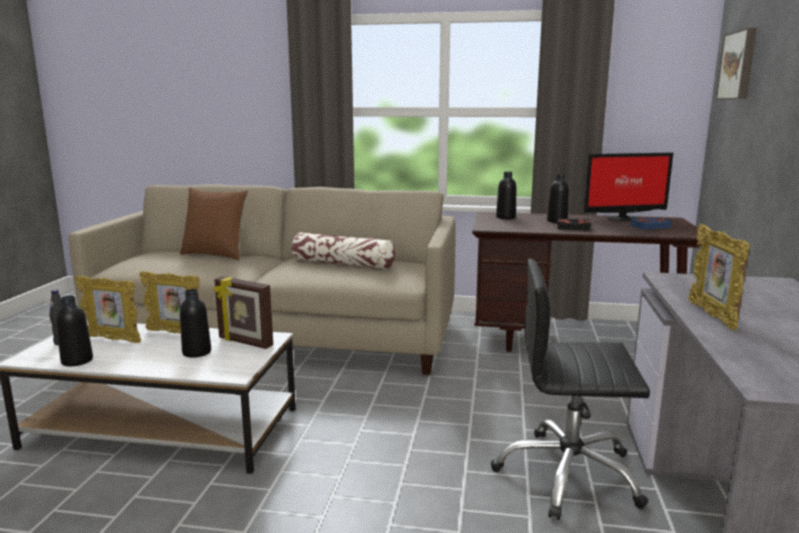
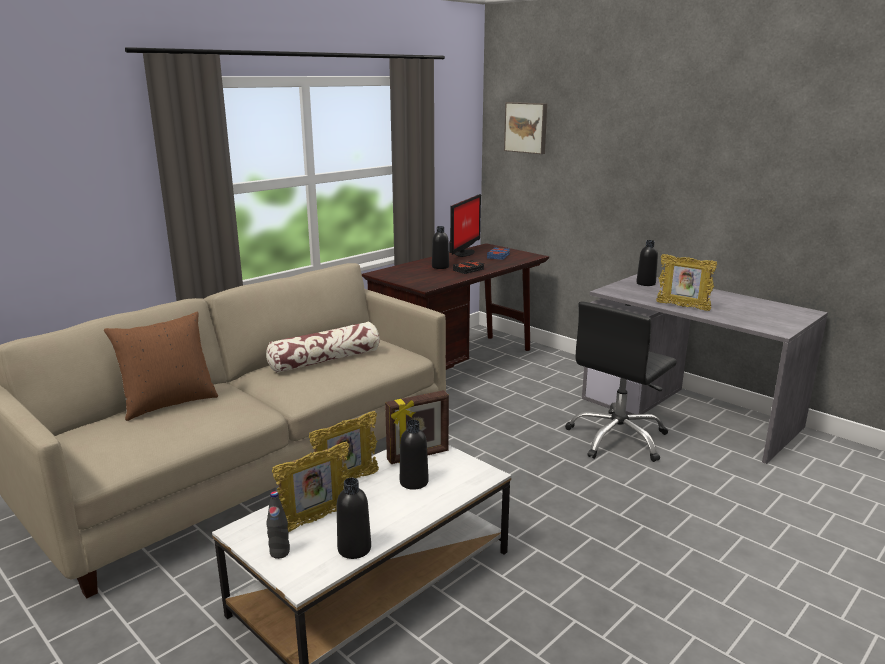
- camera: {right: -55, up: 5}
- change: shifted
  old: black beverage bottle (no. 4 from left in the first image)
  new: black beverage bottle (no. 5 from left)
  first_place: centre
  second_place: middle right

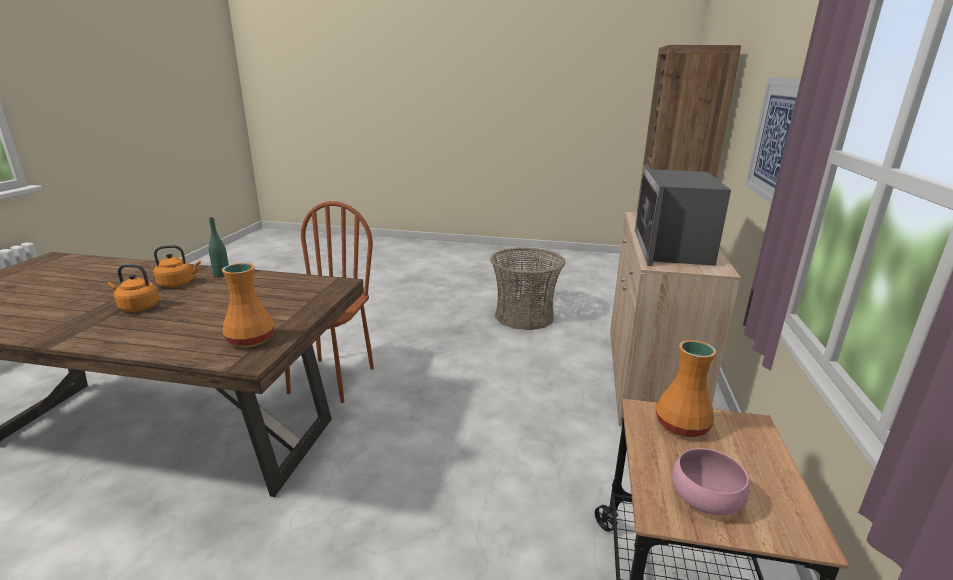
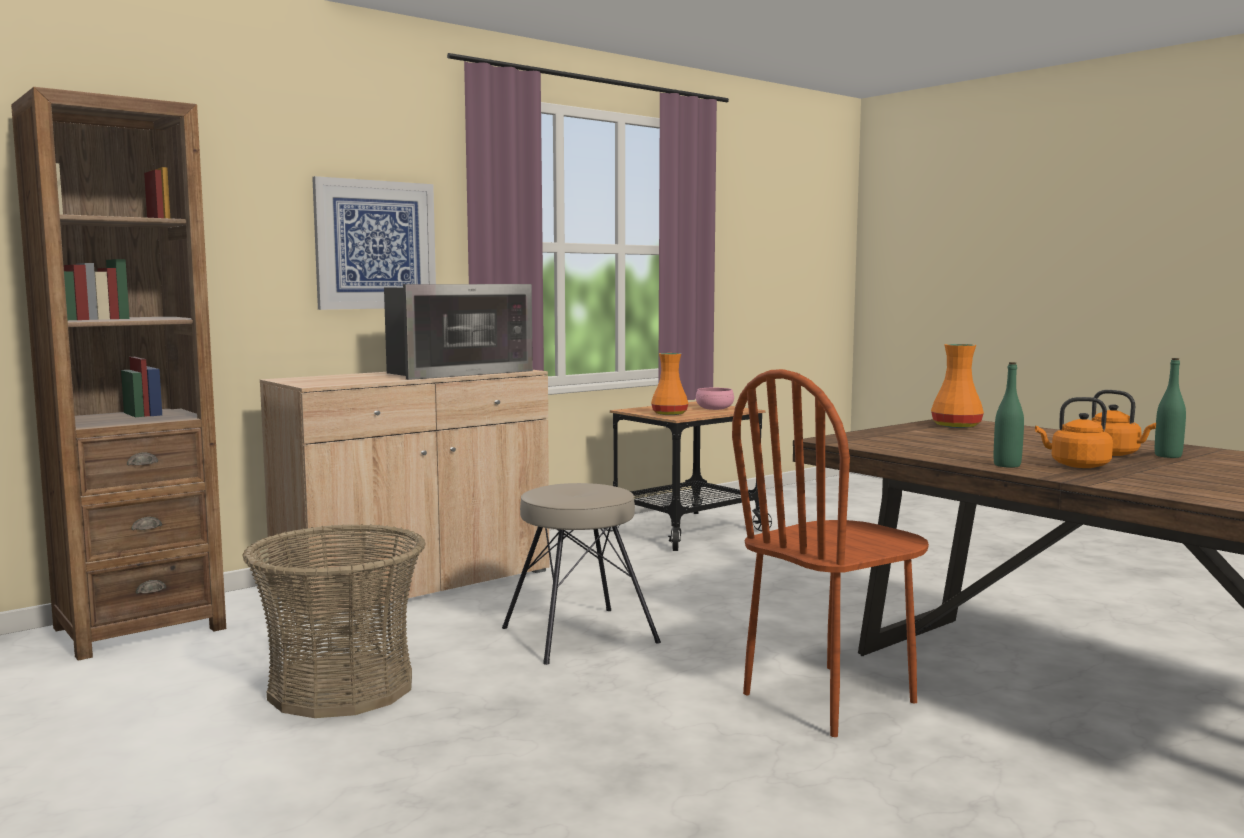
- camera: {right: -140, up: -15}
- change: new
  new: green-coloured beverage bottle (no. 2 from left)
  second_place: middle right
- change: new
  new: beige sitting stool
  second_place: bottom centre

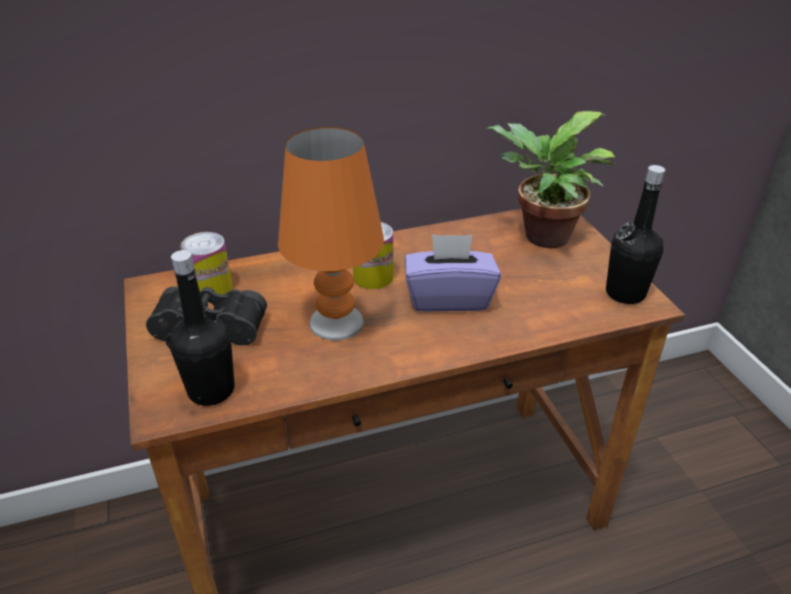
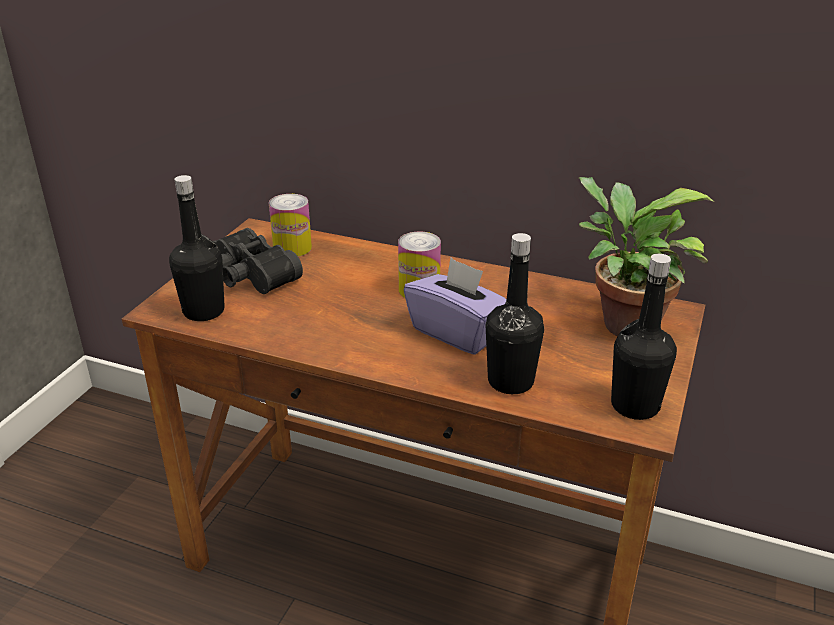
- camera: {right: 40, up: -5}
- change: gone
  old: orangey lamp for a table
  first_place: centre
- change: new
  new: black beverage bottle (no. 2 from left)
  second_place: centre

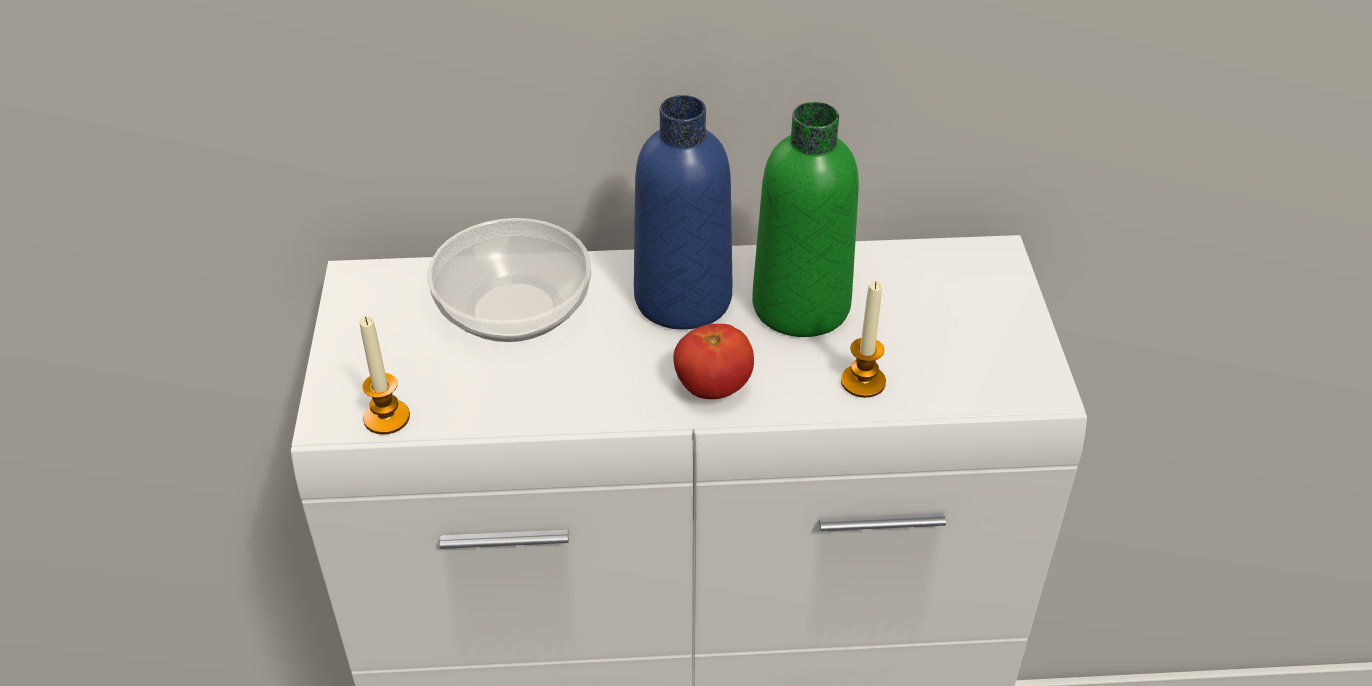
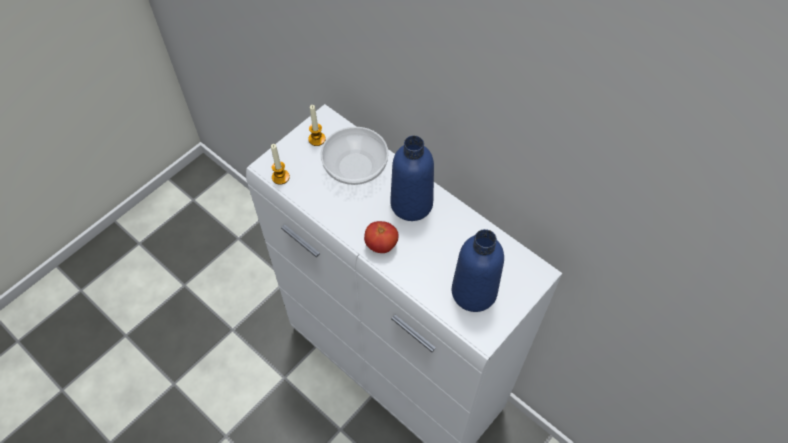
- camera: {right: 45, up: 15}
- change: gone
  old: green-coloured beverage bottle
  first_place: top centre
- change: shifted
  old: wax light (no. 2 from left)
  first_place: centre
  second_place: top centre
- change: new
  new: blue-coloured beverage bottle (no. 2 from left)
  second_place: centre

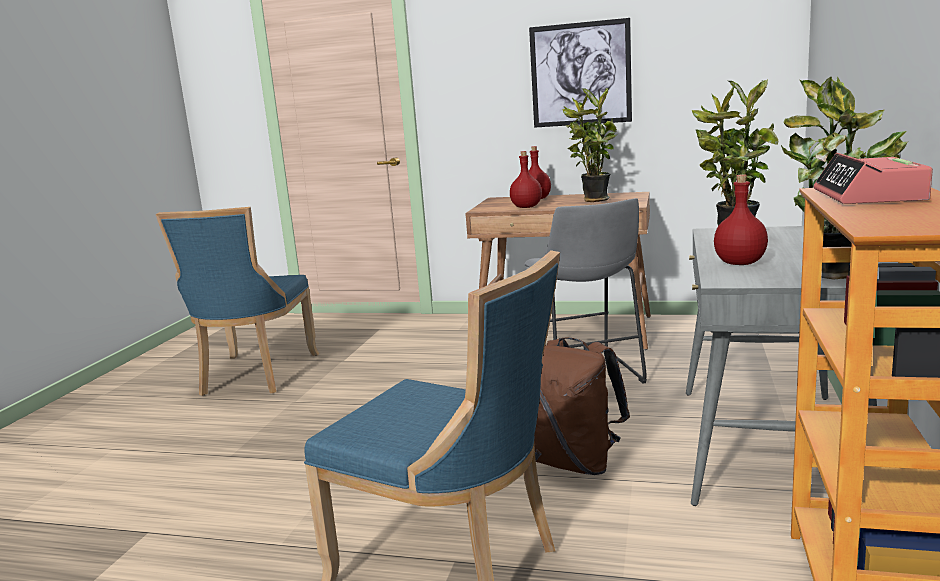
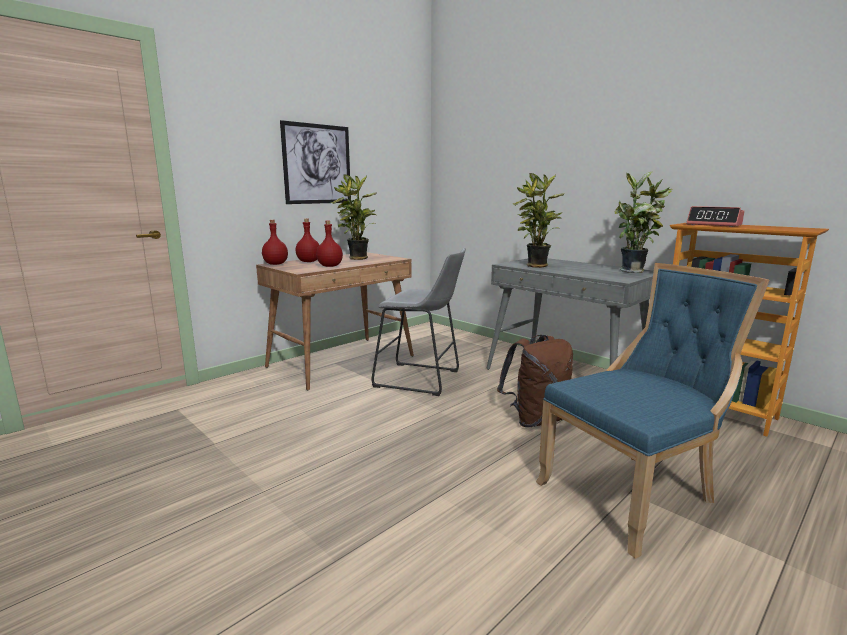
- camera: {right: -60, up: 0}
- change: shifted
  old: red-coloured beverage bottle (no. 3 from left in the first image)
  new: red-coloured beverage bottle (no. 1 from left)
  first_place: middle right
  second_place: middle left
- change: gone
  old: blue-coloured chair (no. 1 from left)
  first_place: middle left

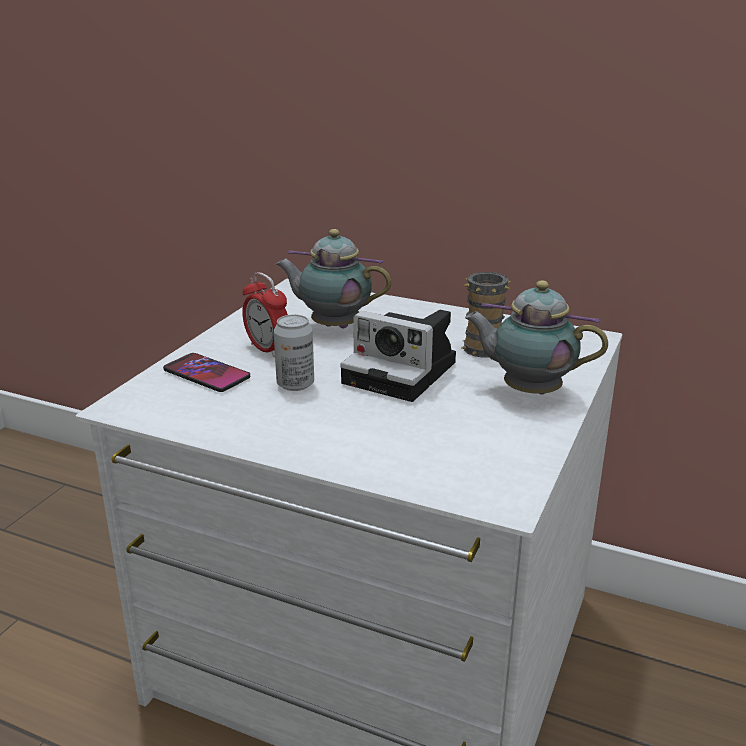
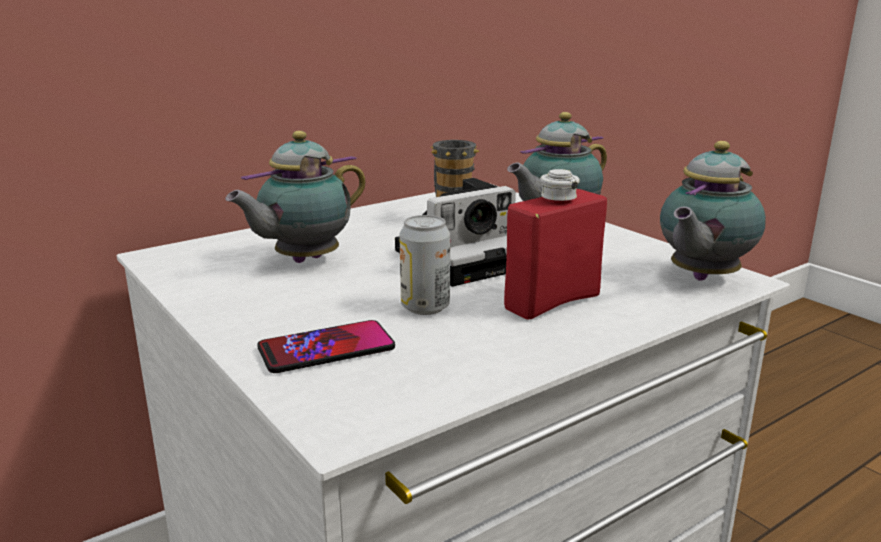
- camera: {right: -60, up: -5}
- change: gone
  old: bedside clock
  first_place: centre
- change: new
  new: pot for tea (no. 3 from left)
  second_place: middle right
- change: new
  new: red-coloured beverage bottle
  second_place: centre

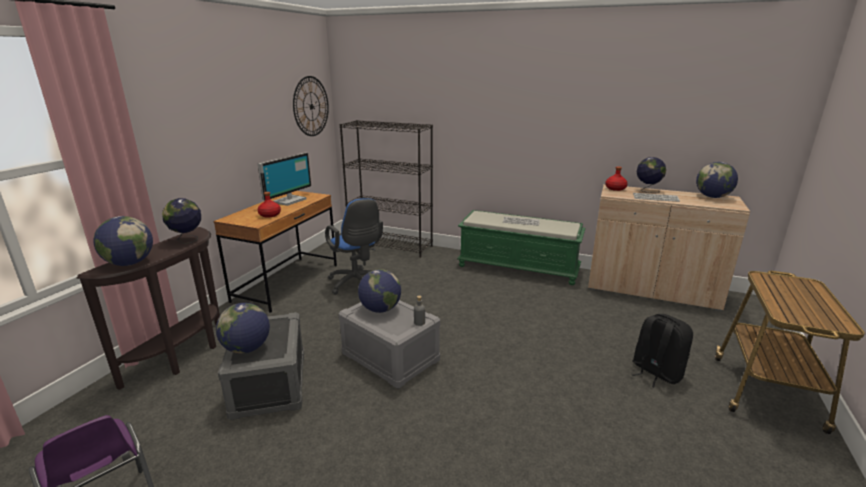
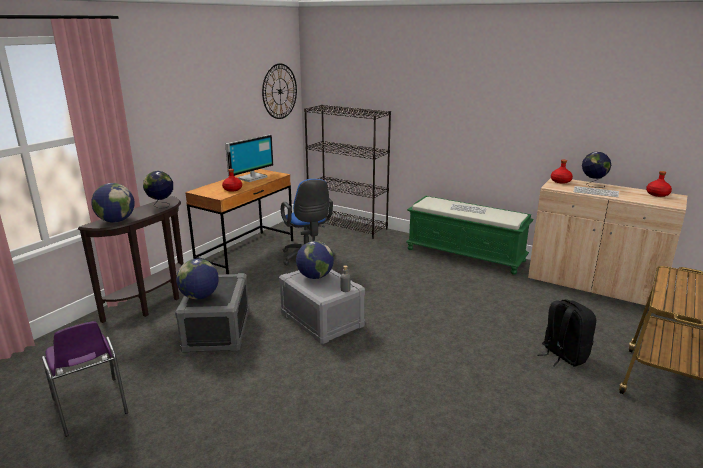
- camera: {right: 10, up: 0}
- change: swapped
  old: world globe (no. 6 from left)
  new: red-coloured beverage bottle (no. 3 from left)
  first_place: middle right
  second_place: middle right

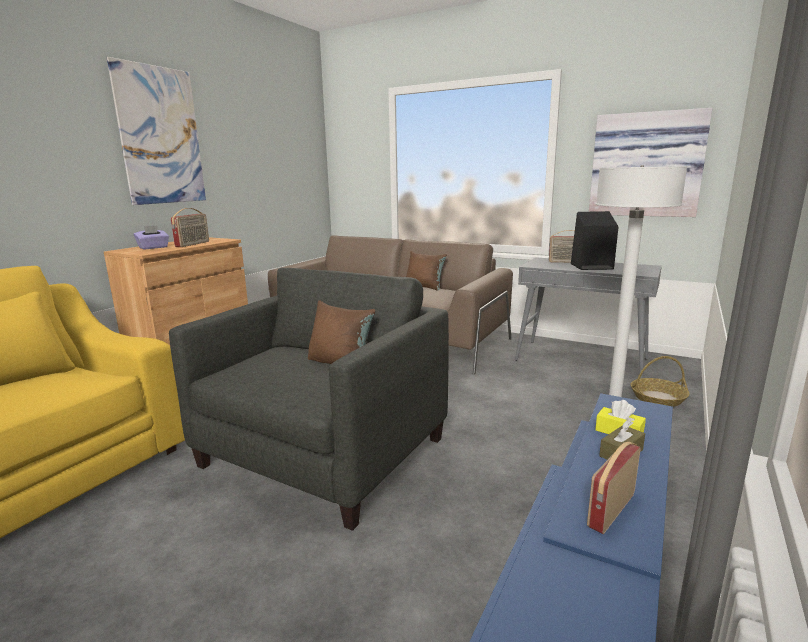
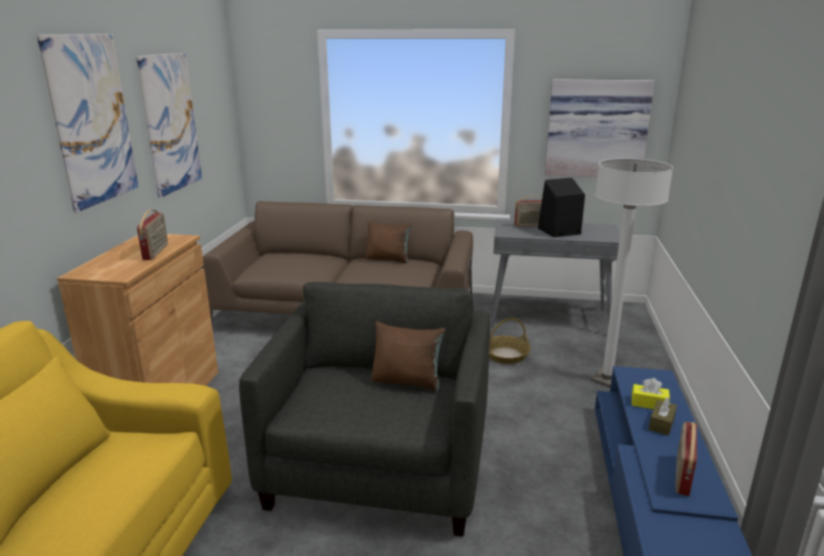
- camera: {right: -20, up: 5}
- change: gone
  old: purple-coloured box of tissues
  first_place: middle left
- change: shifted
  old: storage basket
  first_place: middle right
  second_place: centre
- change: new
  new: wall picture (no. 2 from left)
  second_place: top left

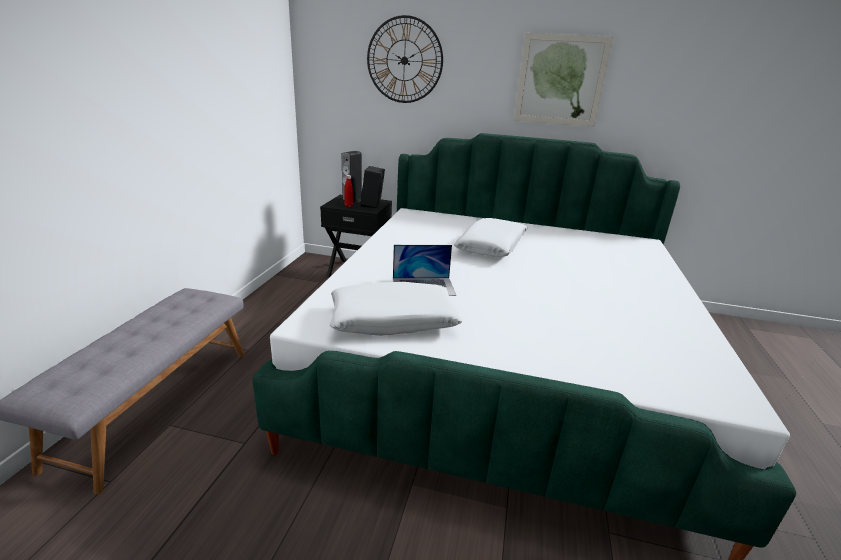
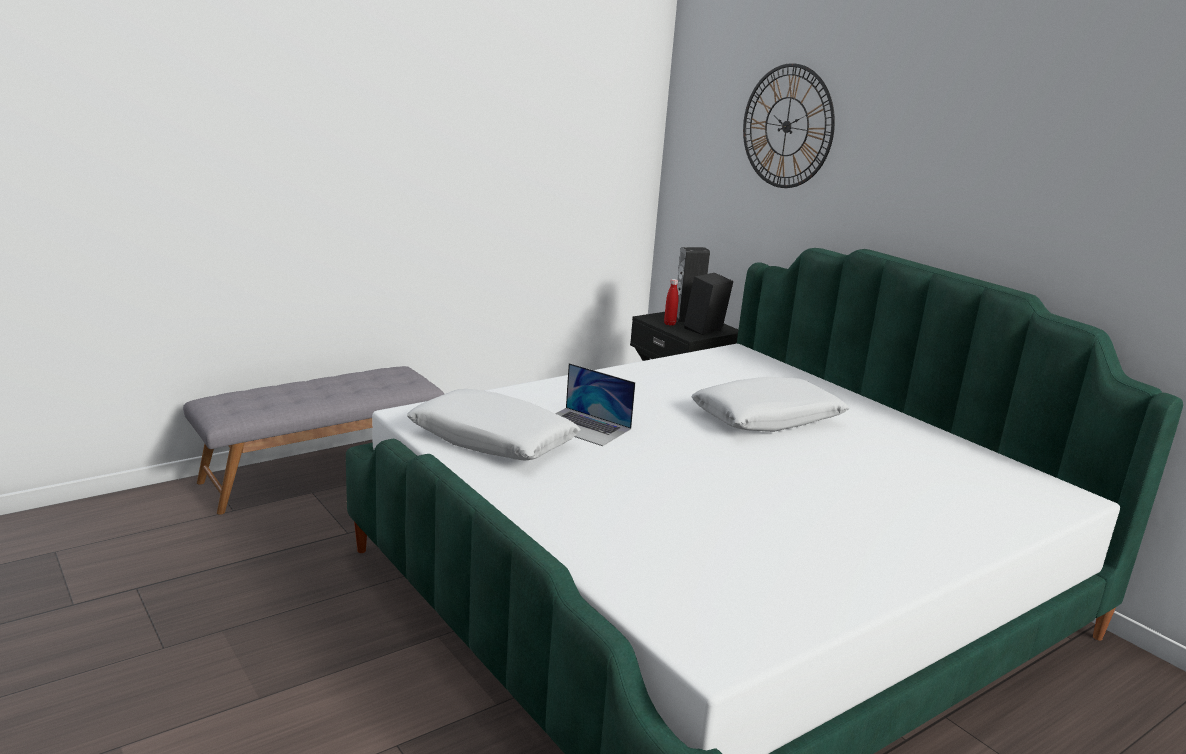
- camera: {right: 40, up: -5}
- change: gone
  old: wall picture
  first_place: top right

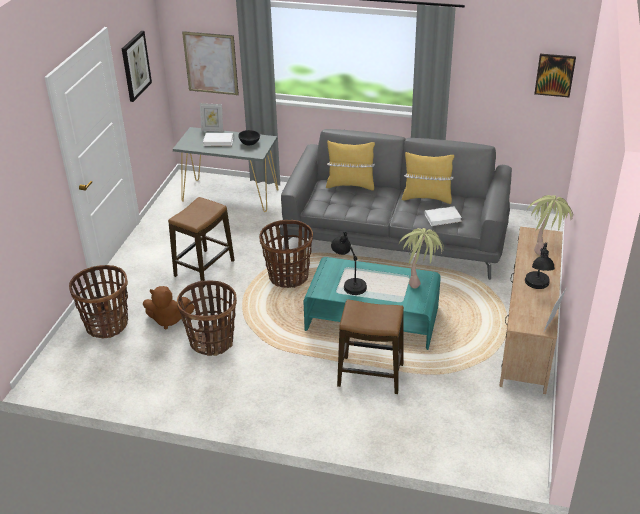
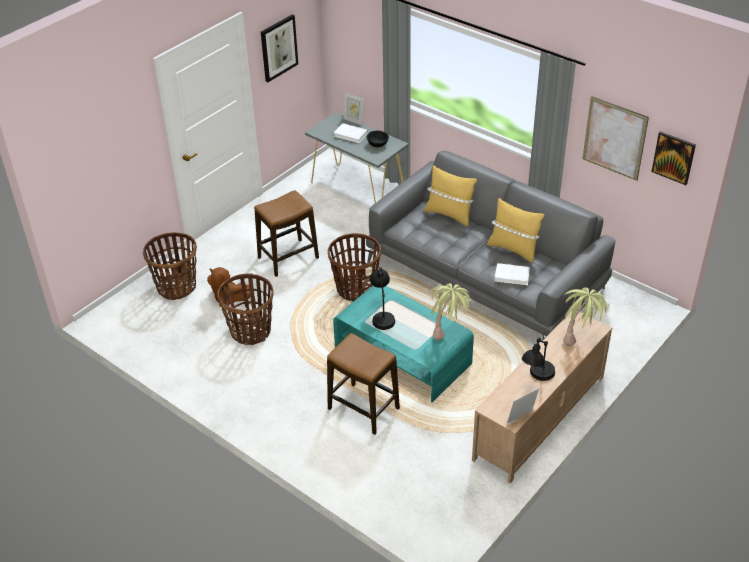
- camera: {right: 25, up: 5}
- change: shifted
  old: wall picture (no. 2 from left)
  first_place: top left
  second_place: top right

